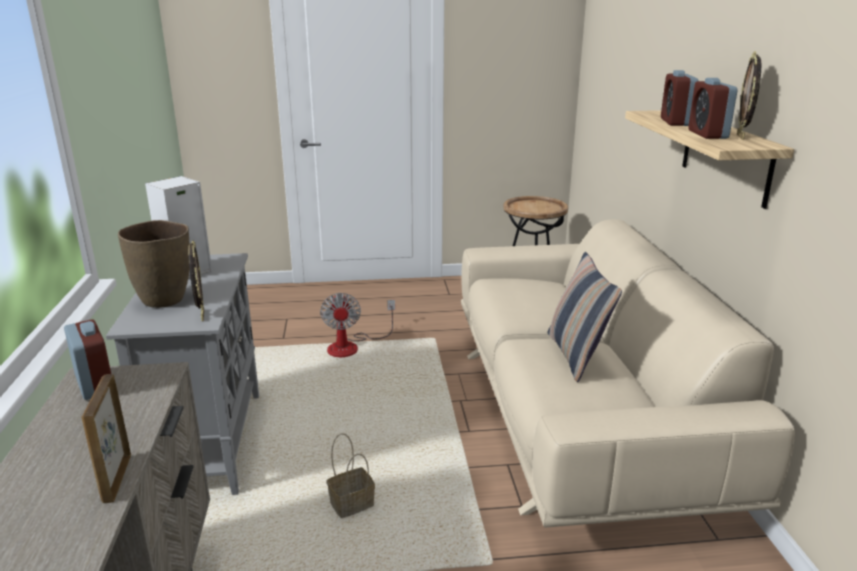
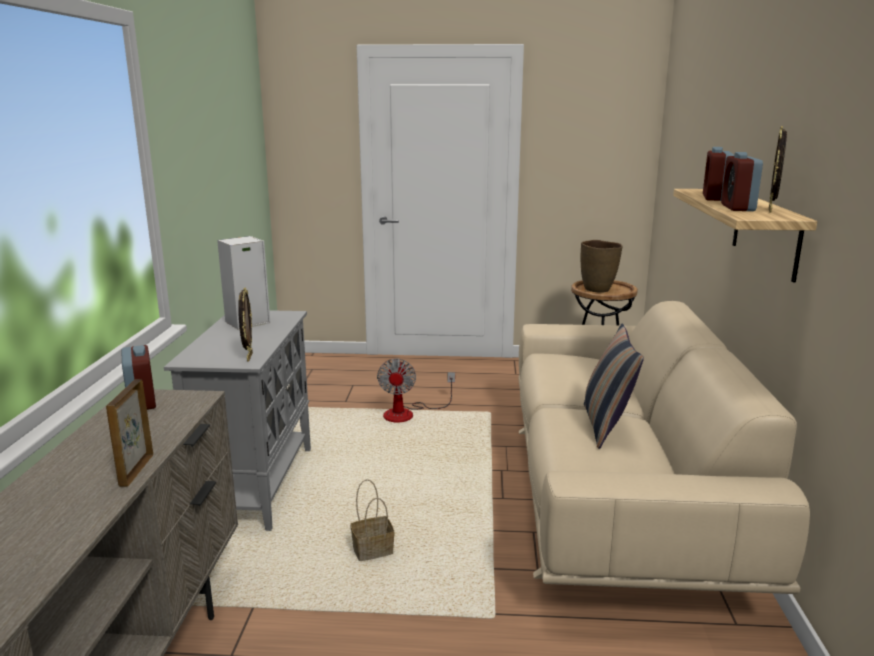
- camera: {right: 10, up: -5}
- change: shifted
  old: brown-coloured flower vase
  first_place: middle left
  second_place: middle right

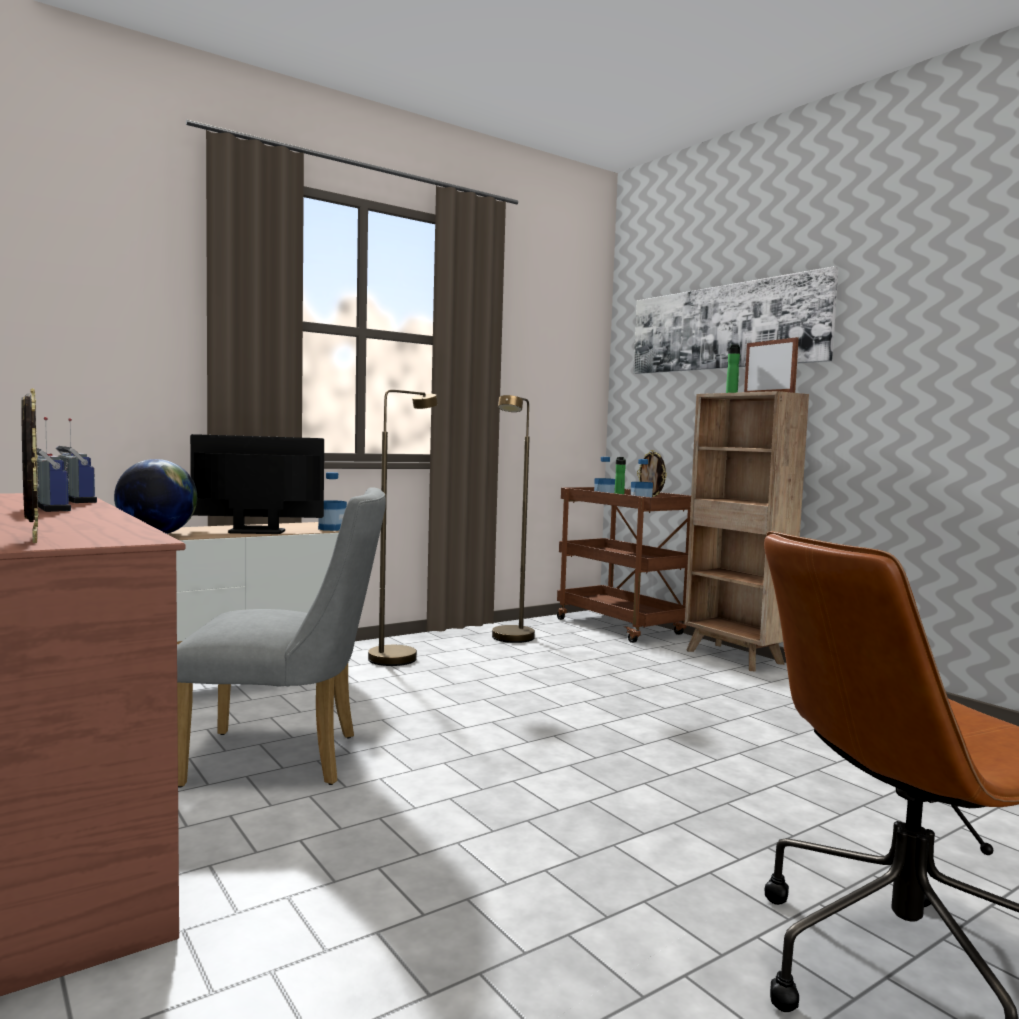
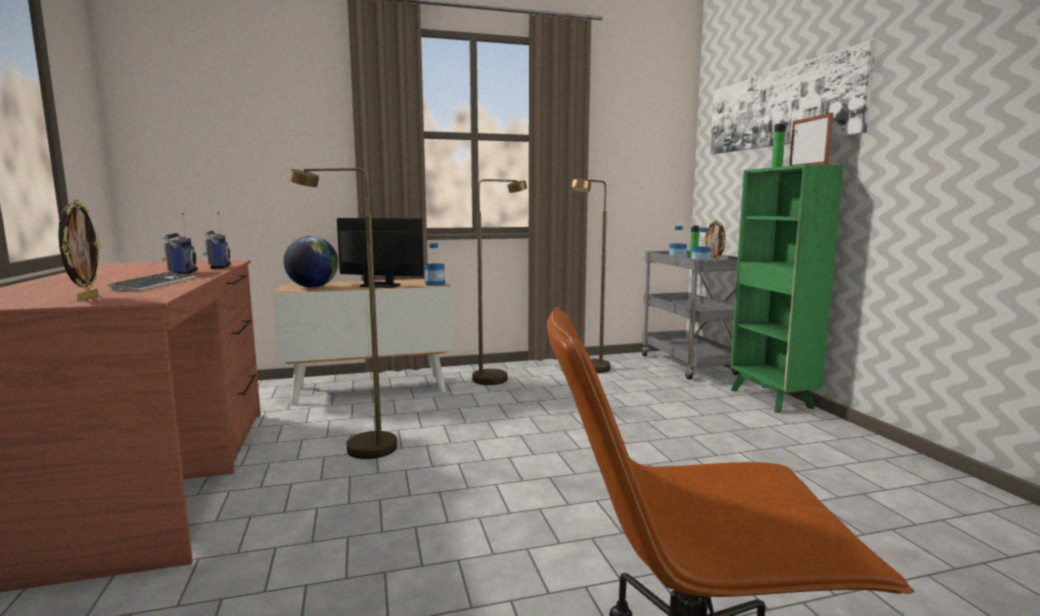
- camera: {right: 20, up: 5}
- change: repainted
  old: brown-coloured shelving unit
  new: green-coloured shelving unit
  first_place: middle right
  second_place: middle right
- change: swapped
  old: gray chair
  new: brown-coloured standing lamp (no. 1 from left)
  first_place: middle left
  second_place: middle left
- change: repainted
  old: brown-coloured trolley
  new: gray trolley
  first_place: centre
  second_place: centre
- change: new
  new: keyboard
  second_place: middle left

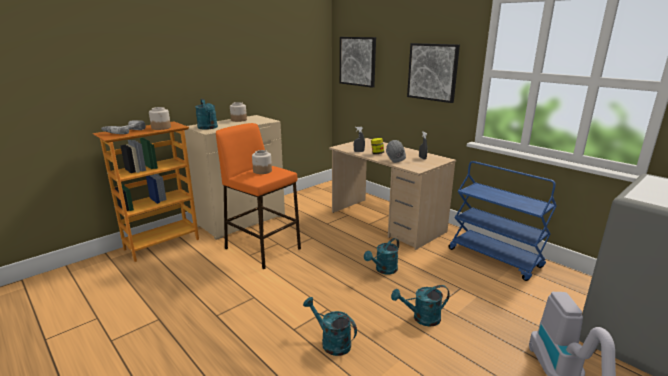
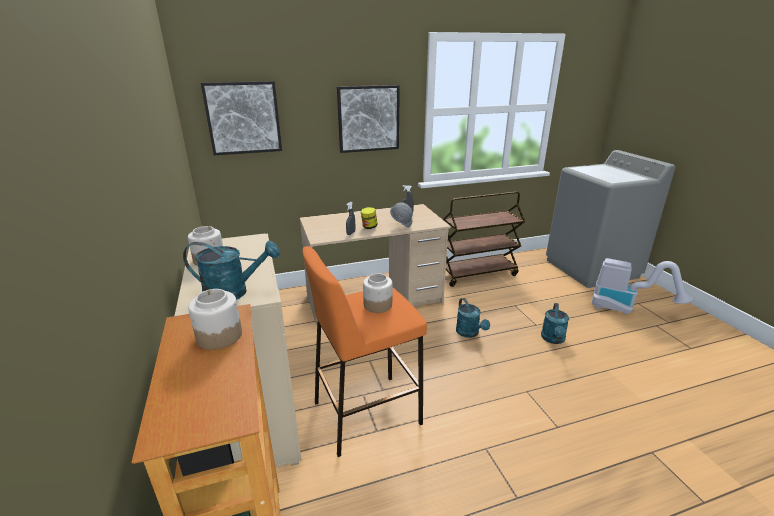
- camera: {right: -65, up: 5}
- change: gone
  old: drill
  first_place: middle left
- change: repainted
  old: blue-coloured trolley
  new: brown-coloured trolley
  first_place: middle right
  second_place: centre
- change: gone
  old: turquoise sprinkling can (no. 2 from left)
  first_place: bottom centre

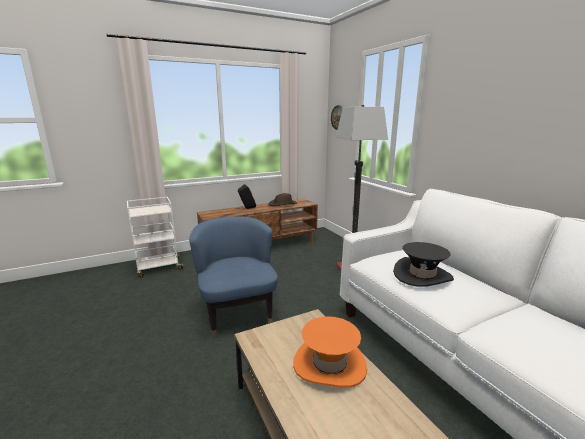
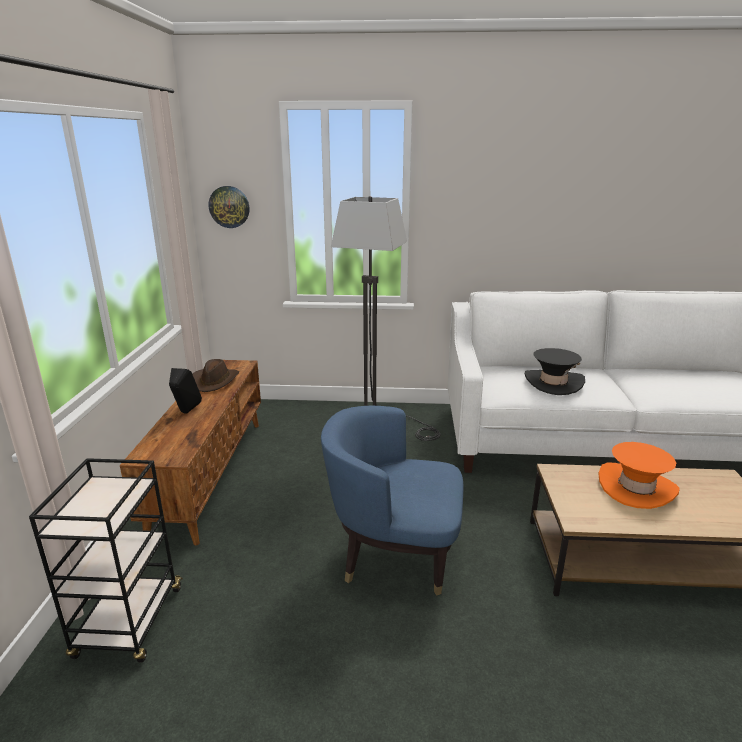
- camera: {right: -60, up: 5}
- change: repainted
  old: white-coloured trolley
  new: black trolley
  first_place: middle left
  second_place: bottom left

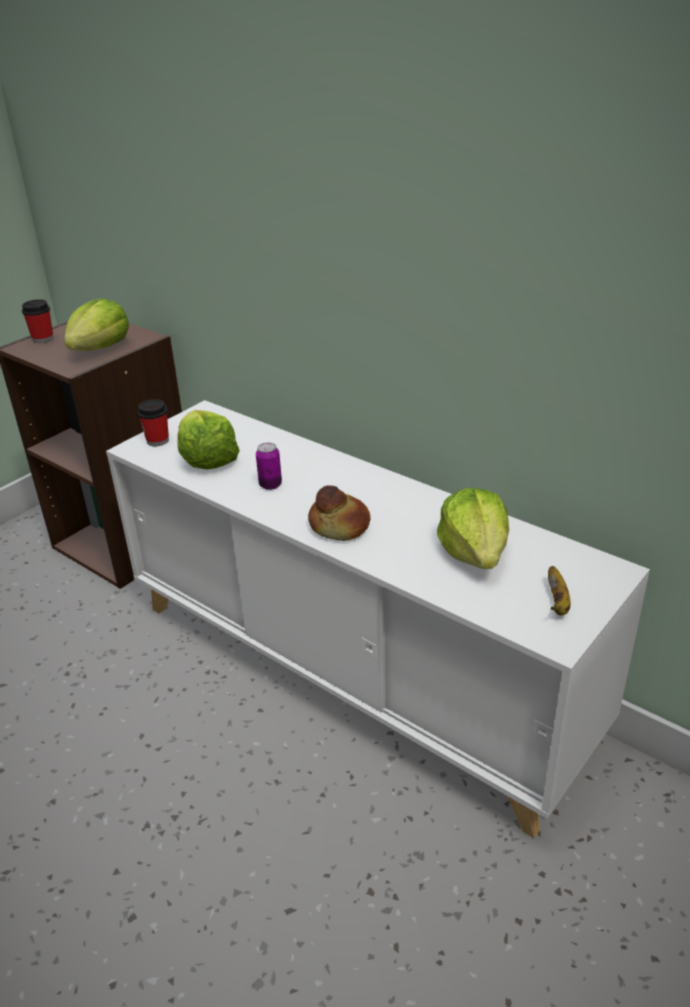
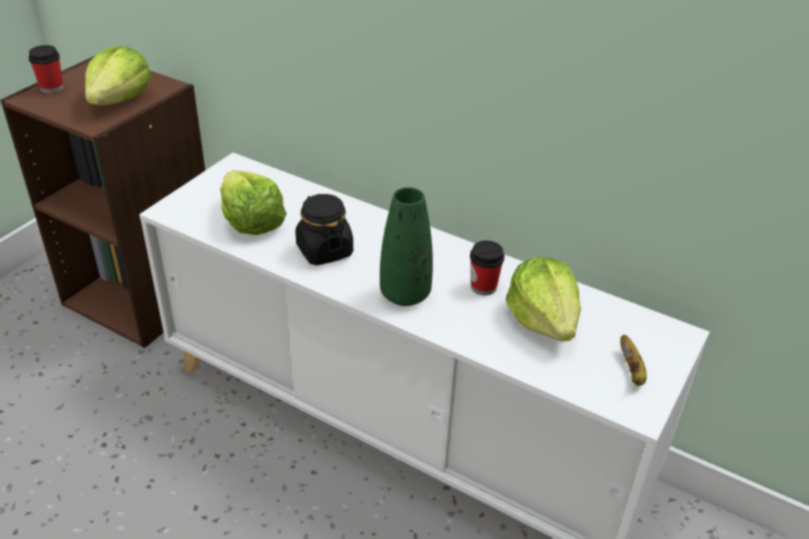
- camera: {right: -10, up: 5}
- change: shifted
  old: drinking cup (no. 2 from left)
  first_place: middle left
  second_place: centre
- change: swapped
  old: can
  new: black jar
  first_place: centre
  second_place: centre
- change: swapped
  old: bread
  new: green-coloured flower vase
  first_place: centre
  second_place: centre

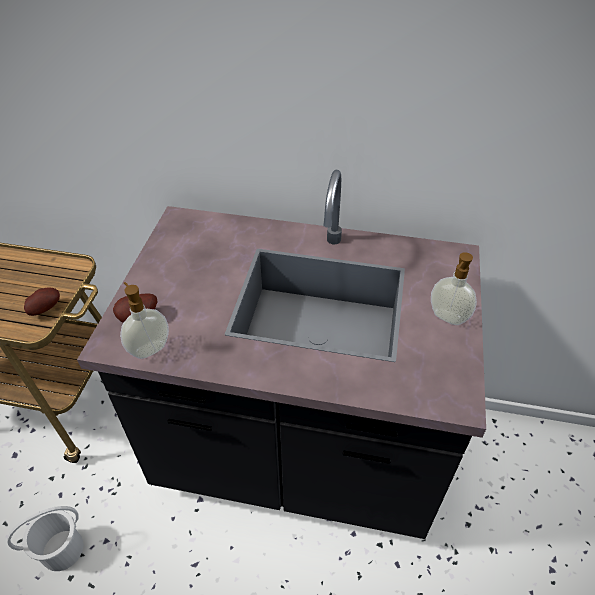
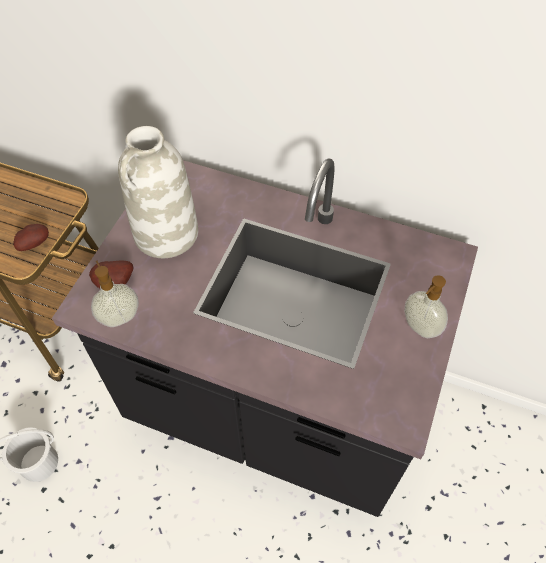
- camera: {right: 10, up: 10}
- change: new
  new: white-coloured flower vase
  second_place: middle left

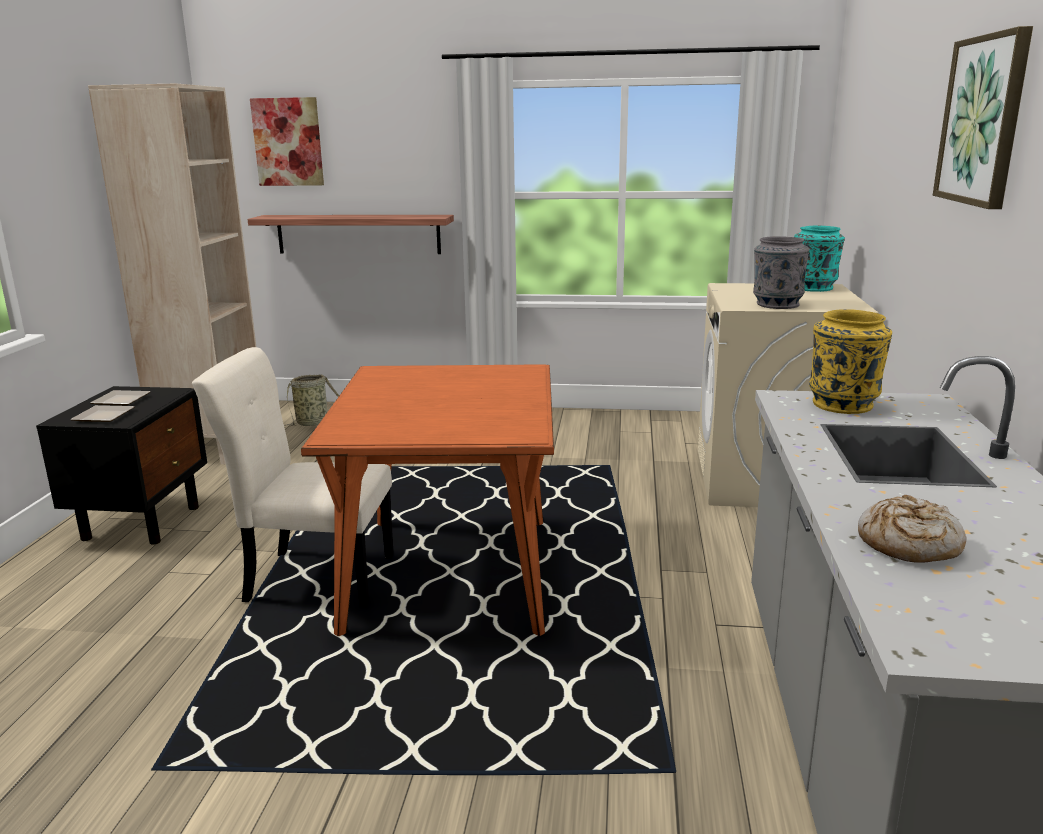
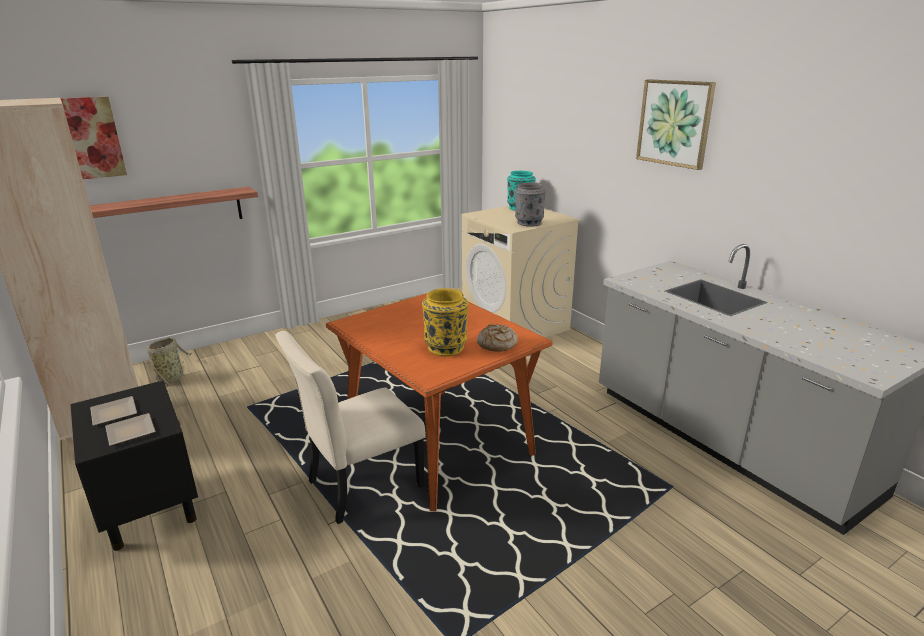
- camera: {right: -40, up: 5}
- change: shifted
  old: yellow flower vase
  first_place: middle right
  second_place: centre
- change: shifted
  old: bread
  first_place: middle right
  second_place: centre

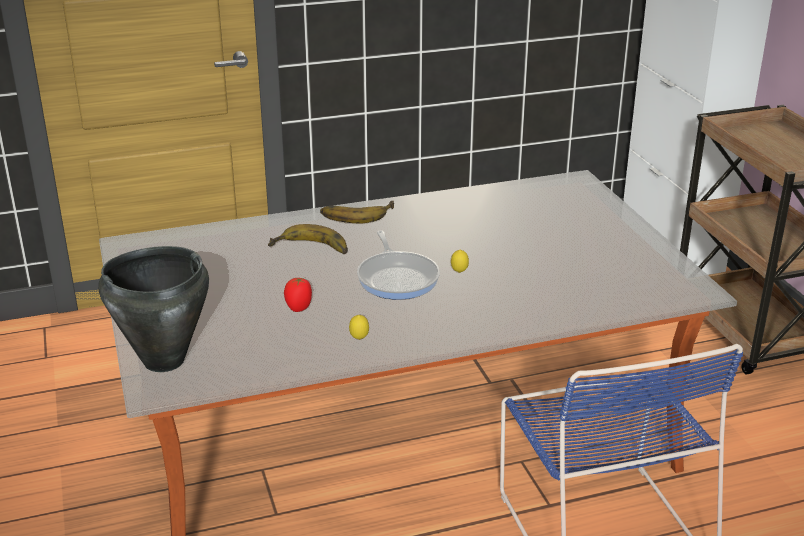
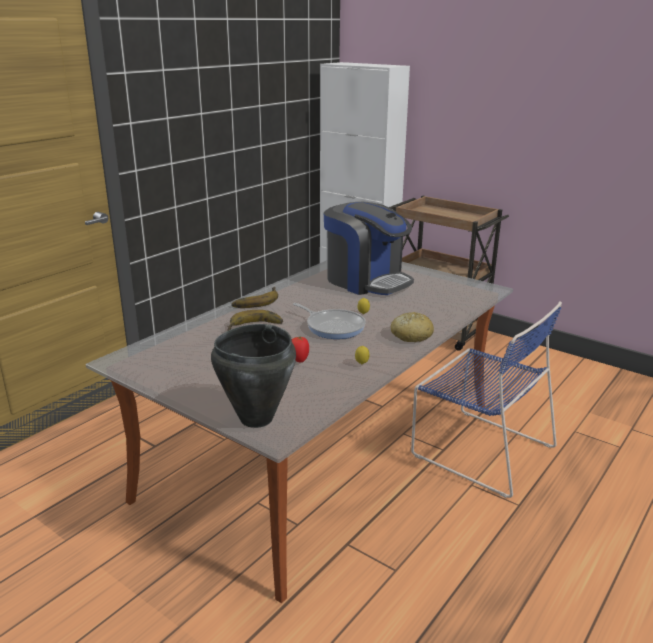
- camera: {right: -35, up: -5}
- change: new
  new: coffee brewer
  second_place: centre
- change: new
  new: bread
  second_place: centre

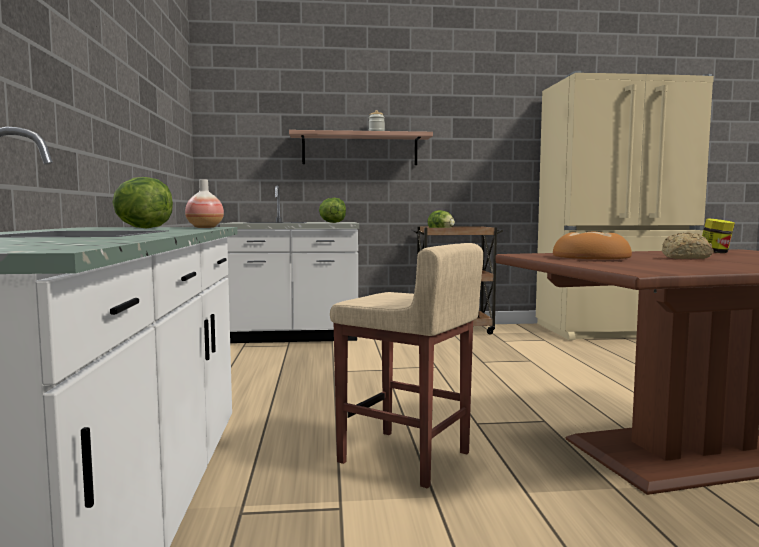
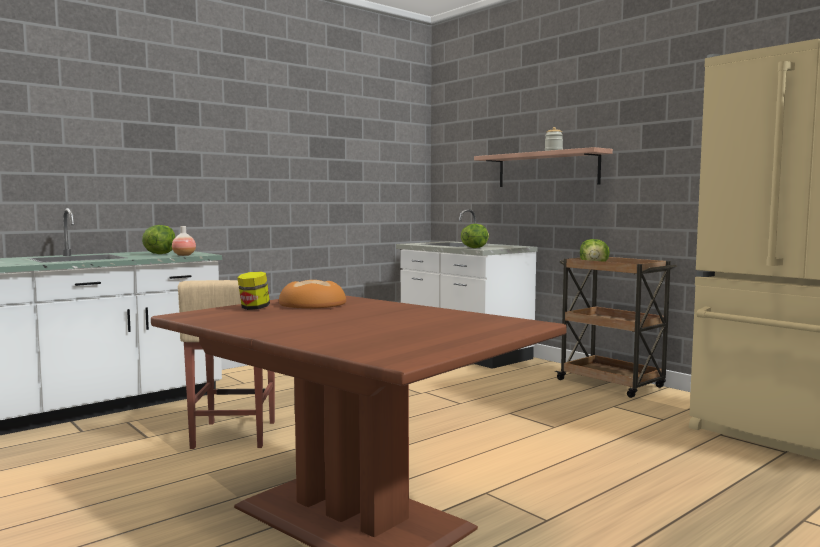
- camera: {right: 55, up: 0}
- change: shifted
  old: jar (no. 2 from left in the first image)
  new: jar (no. 1 from left)
  first_place: middle right
  second_place: middle left
- change: gone
  old: bread (no. 2 from left)
  first_place: middle right

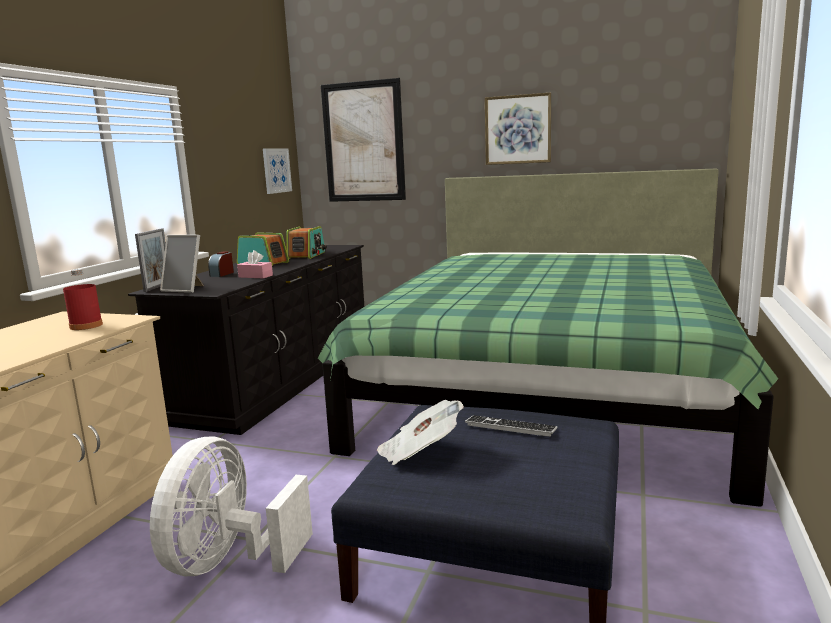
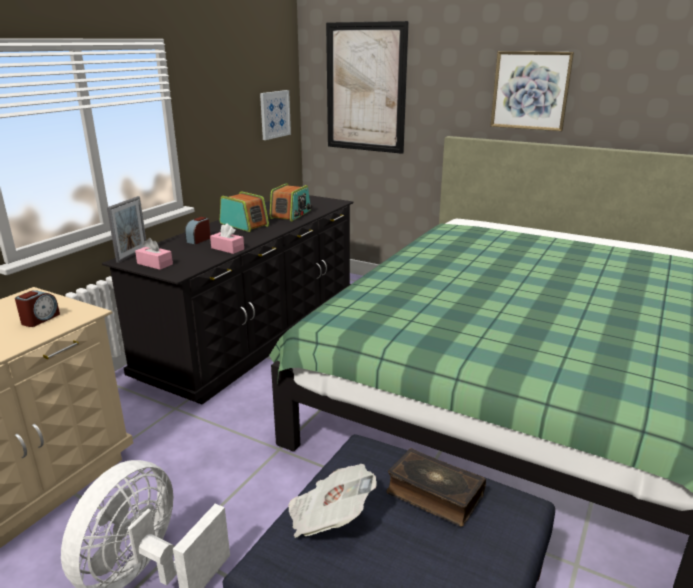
- camera: {right: 10, up: 10}
- change: swapped
  old: photo frame (no. 2 from left)
  new: pink-coloured box of tissues (no. 1 from left)
  first_place: middle left
  second_place: middle left
- change: swapped
  old: red-coloured beverage bottle
  new: bedside clock (no. 1 from left)
  first_place: middle left
  second_place: middle left
- change: swapped
  old: keyboard
  new: book
  first_place: bottom centre
  second_place: bottom centre

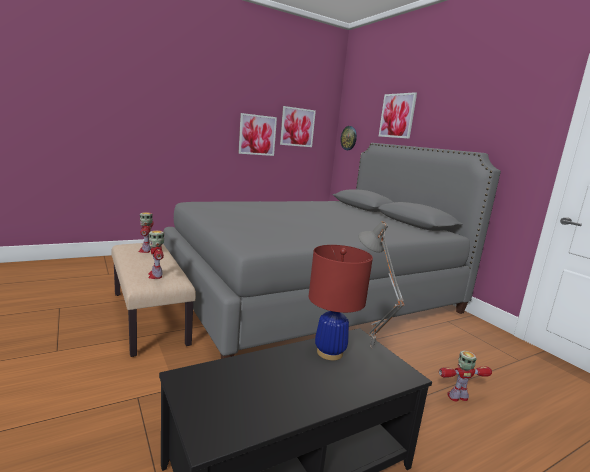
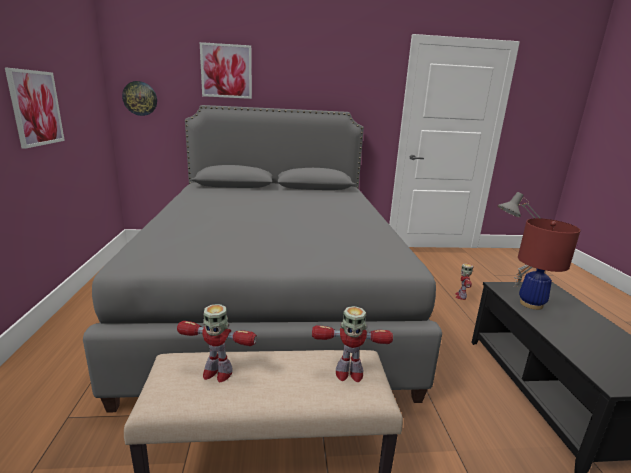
- camera: {right: -65, up: 5}
- change: gone
  old: wall picture (no. 2 from left)
  first_place: top centre

